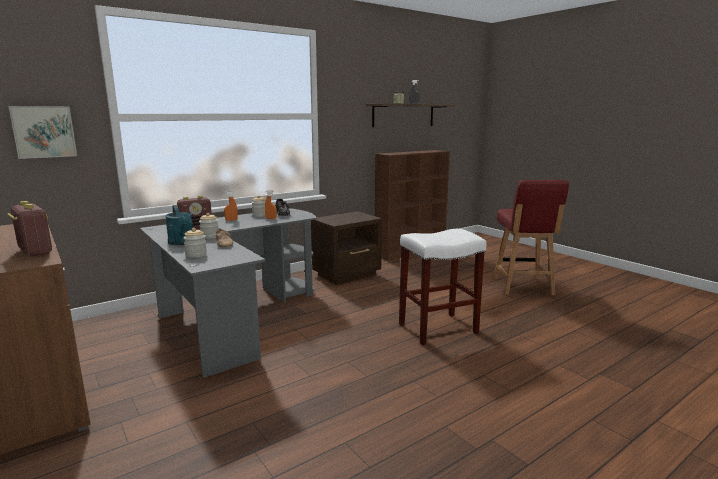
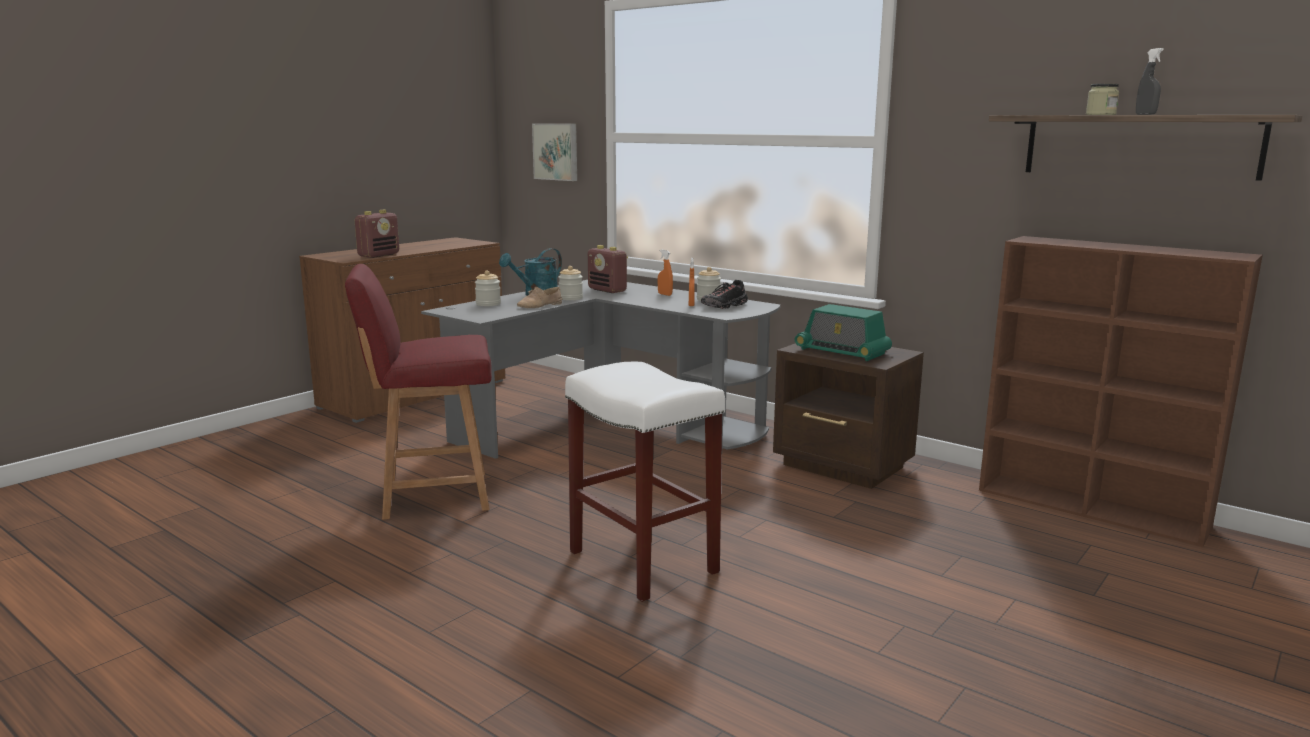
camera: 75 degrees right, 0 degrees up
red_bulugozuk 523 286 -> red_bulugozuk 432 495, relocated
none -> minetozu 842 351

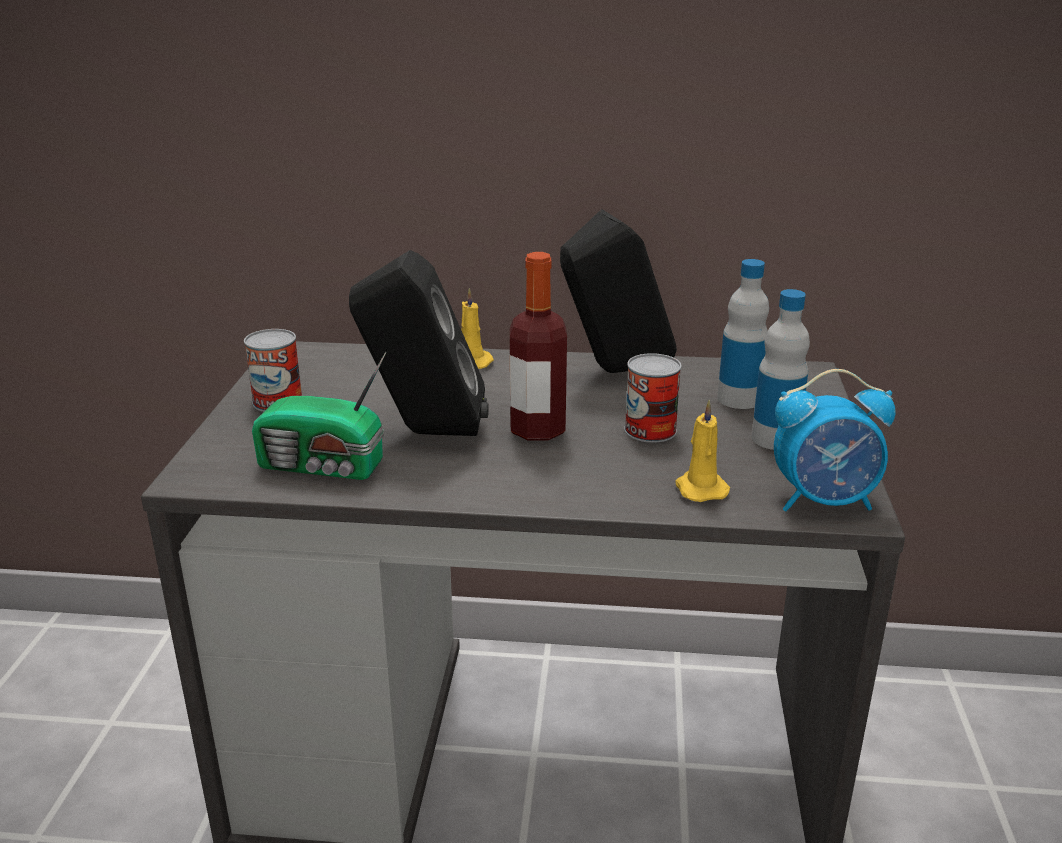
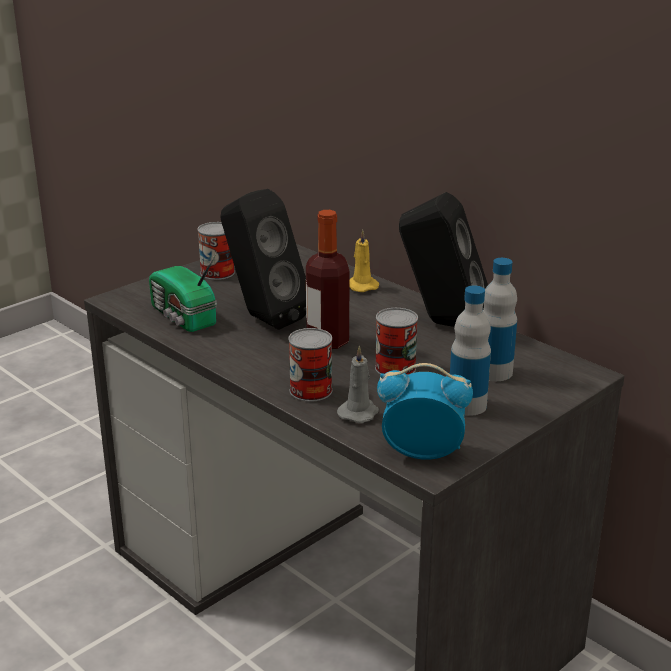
camera: 40 degrees right, 0 degrees up
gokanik 824 501 -> gokanik 422 453, 150 degrees clockwise
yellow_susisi 699 488 -> grey_susisi 359 412
none -> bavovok 311 390

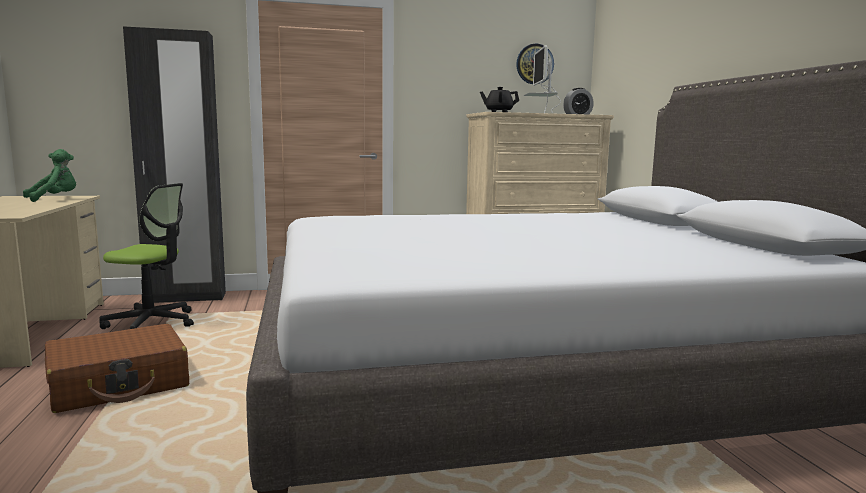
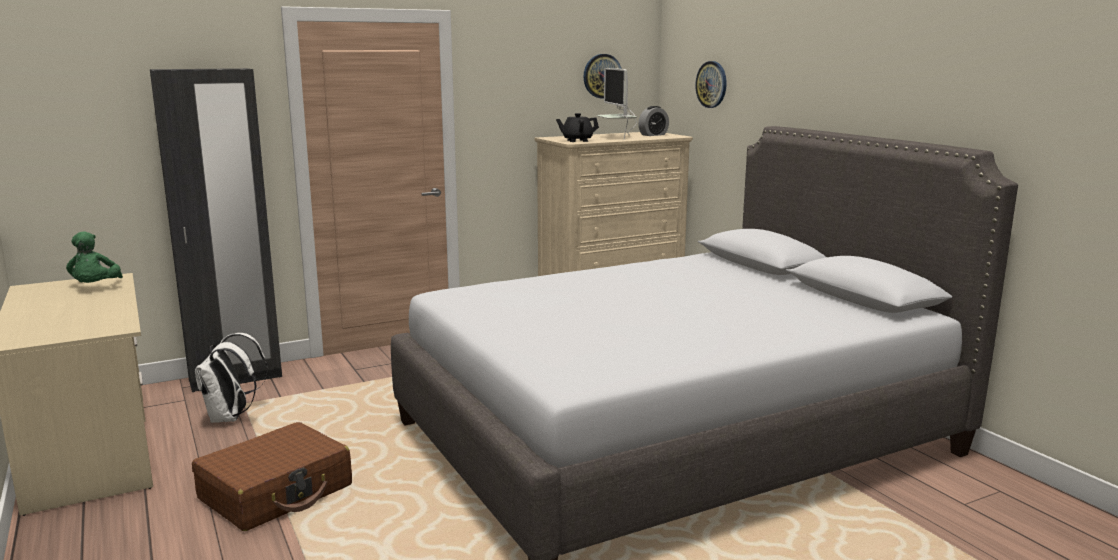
camera: 15 degrees left, 5 degrees up
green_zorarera 55 199 -> green_zorarera 95 287, 135 degrees clockwise
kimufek 151 323 -> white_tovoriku 231 417
none -> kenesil 712 84

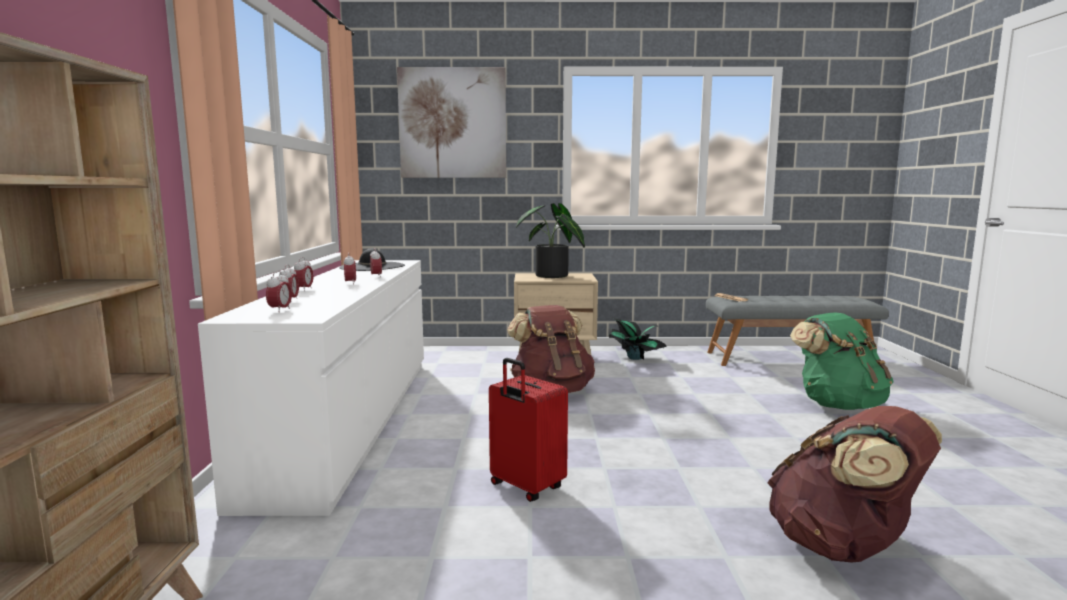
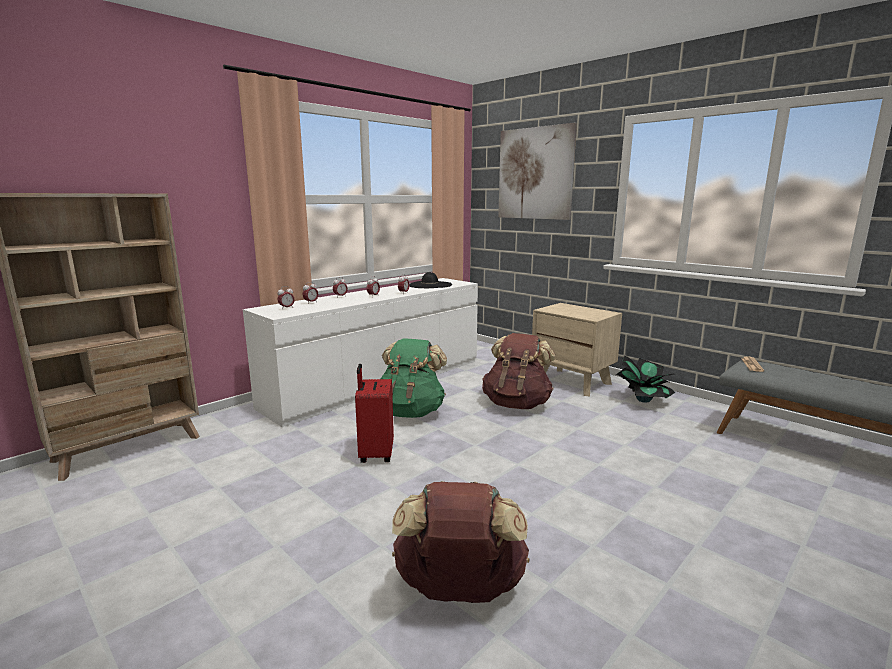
camera: 45 degrees right, 5 degrees up
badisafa 552 276 -> none
green_tovoriku 837 405 -> green_tovoriku 410 412, relocated

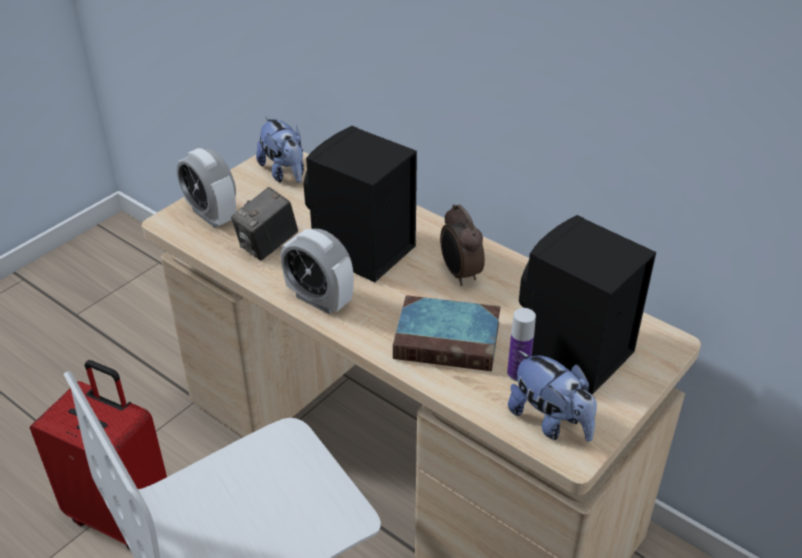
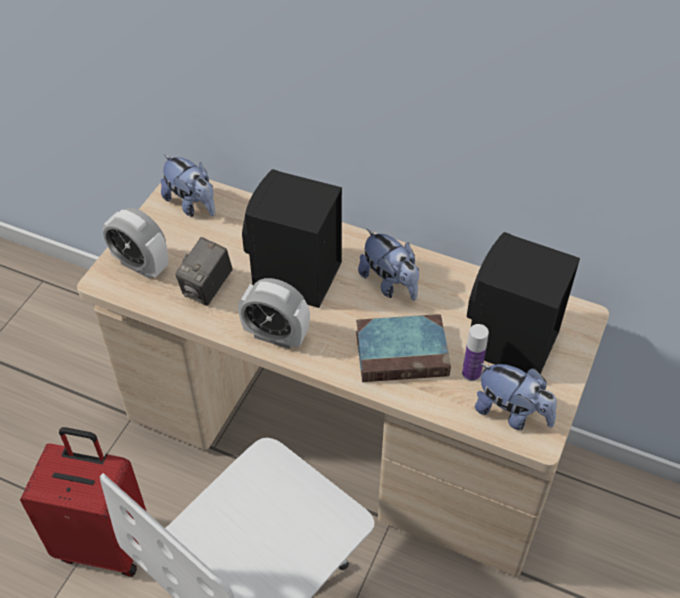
camera: 15 degrees left, 10 degrees up
gokanik 459 274 -> zorarera 390 284

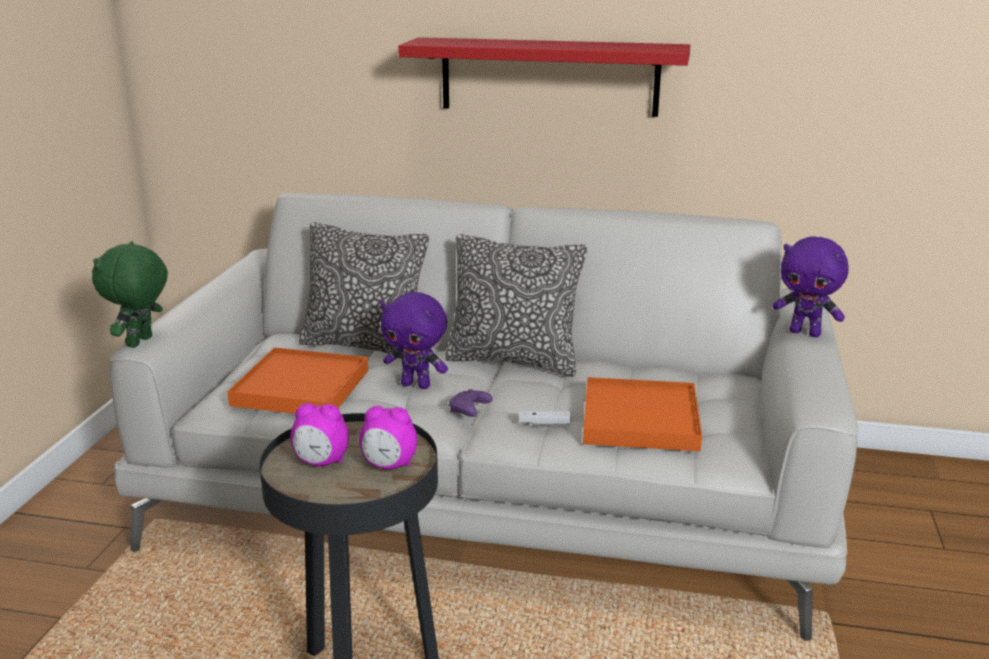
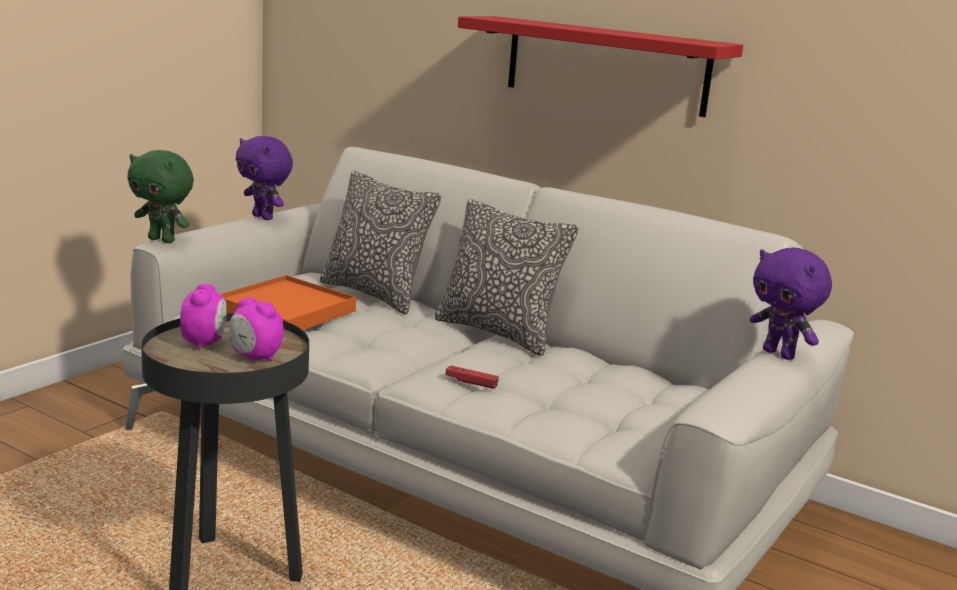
camera: 20 degrees right, 5 degrees down
green_zorarera 141 342 -> green_zorarera 163 240, 105 degrees counterclockwise
purple_zorarera 417 385 -> purple_zorarera 264 217, relocated
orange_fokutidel 640 420 -> none
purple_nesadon 469 411 -> none
gokanik 321 462 -> gokanik 204 343, 120 degrees counterclockwise
white_nesadon 544 423 -> red_nesadon 471 382

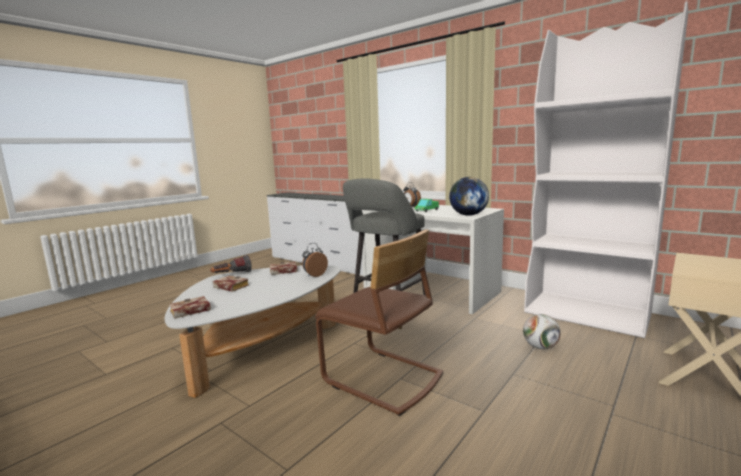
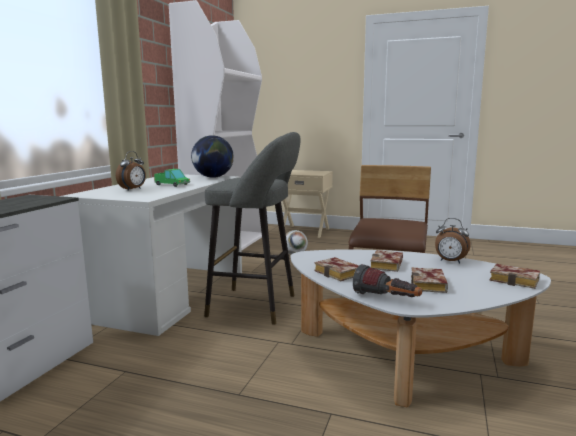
camera: 110 degrees left, 0 degrees up
gokanik 314 275 -> gokanik 450 261, relocated
none -> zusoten 387 265

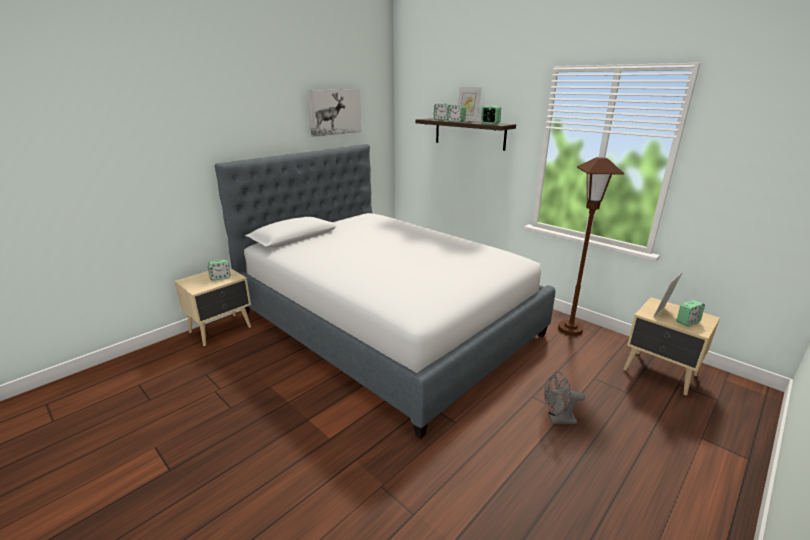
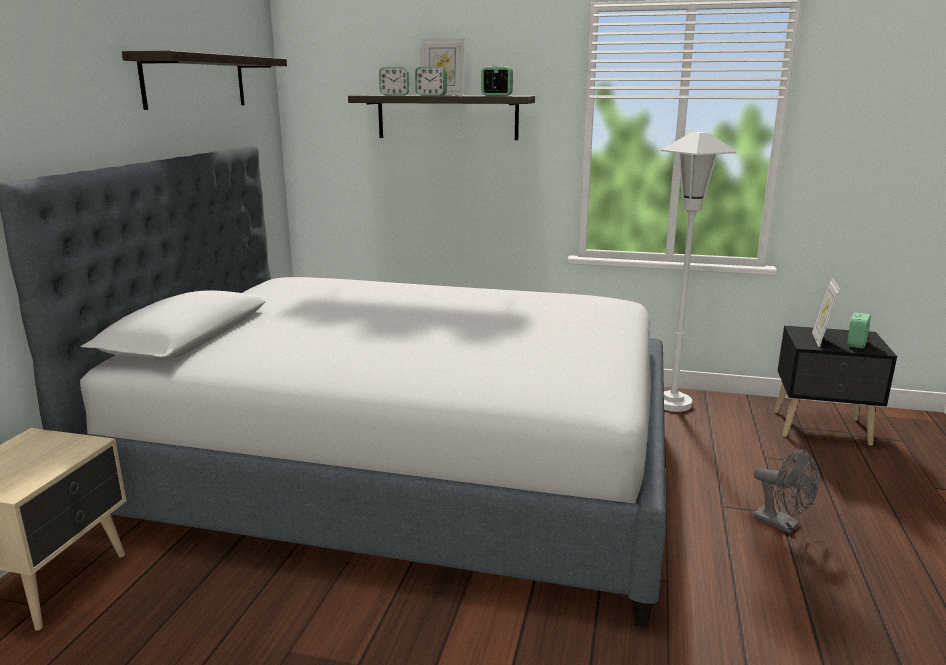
camera: 30 degrees left, 5 degrees down
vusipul 334 112 -> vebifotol 195 81
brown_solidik 570 329 -> white_solidik 673 404
gokanik 220 277 -> none
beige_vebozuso 660 373 -> black_vebozuso 823 429
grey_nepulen 557 419 -> grey_nepulen 782 524, 105 degrees counterclockwise

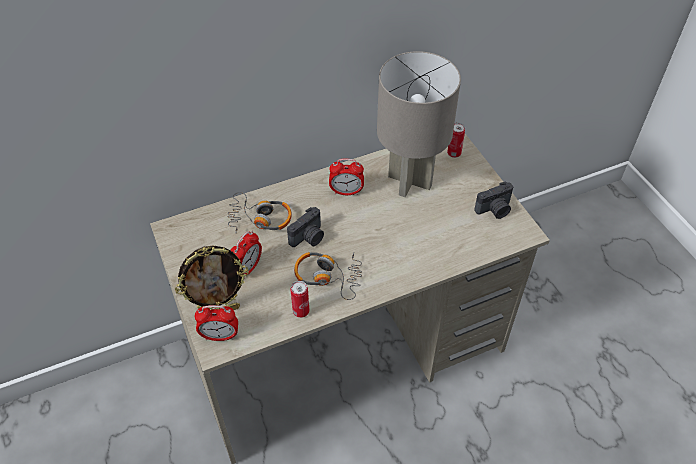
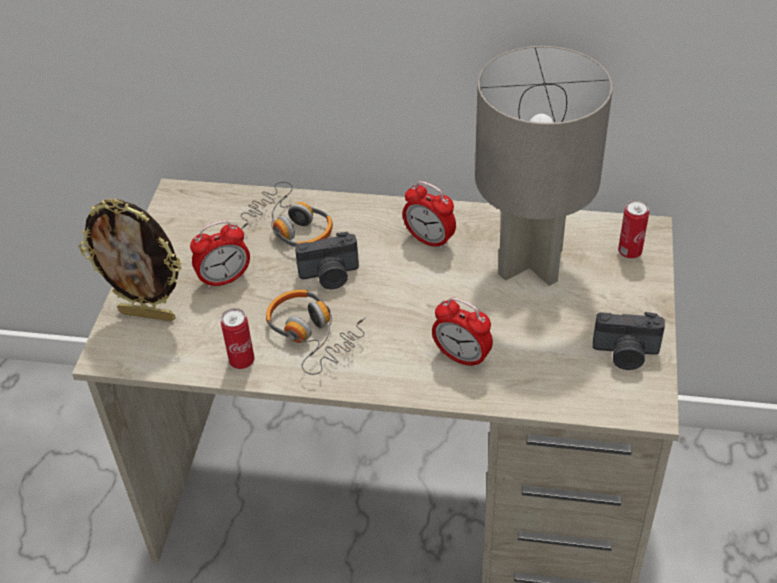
camera: 35 degrees right, 5 degrees down
gokanik 220 336 -> gokanik 461 357, relocated

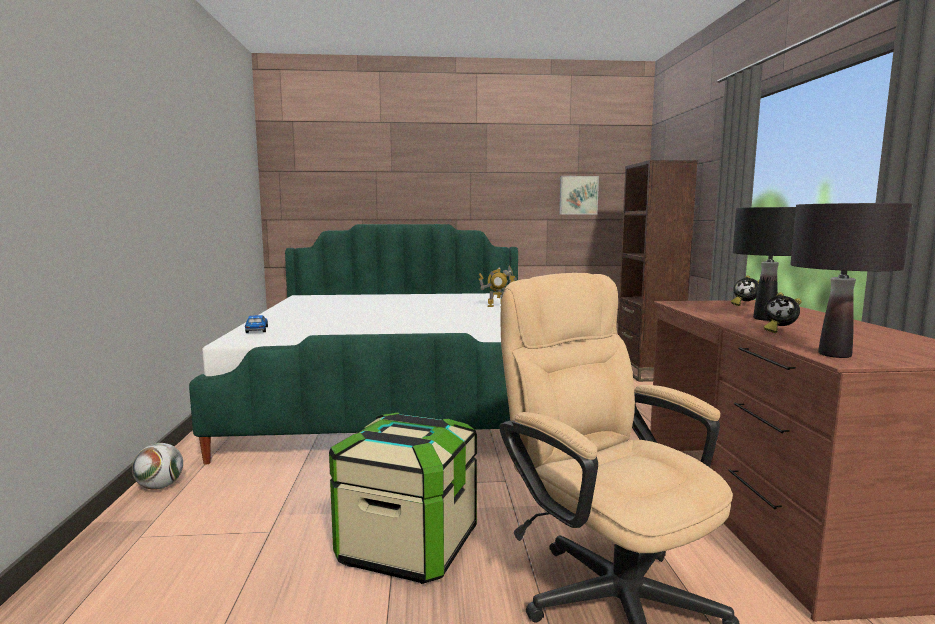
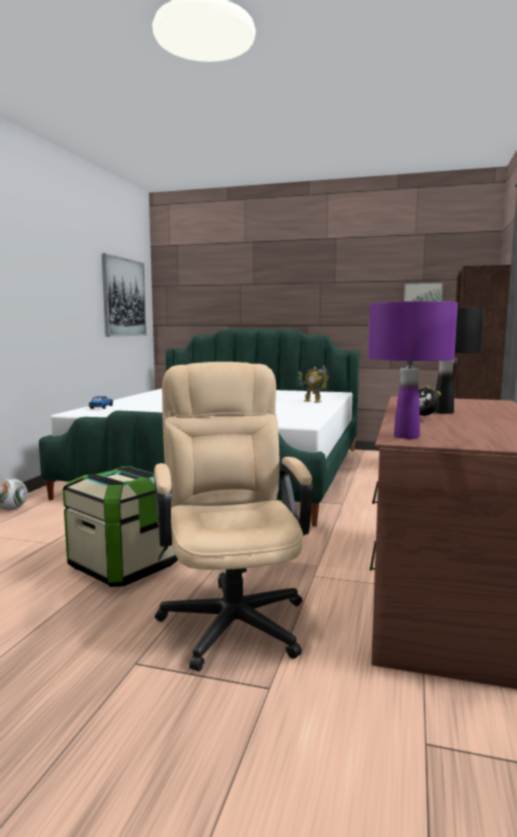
camera: 20 degrees right, 0 degrees up
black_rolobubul 834 355 -> purple_rolobubul 406 436
gokanik 744 305 -> none
none -> vusipul 124 297

